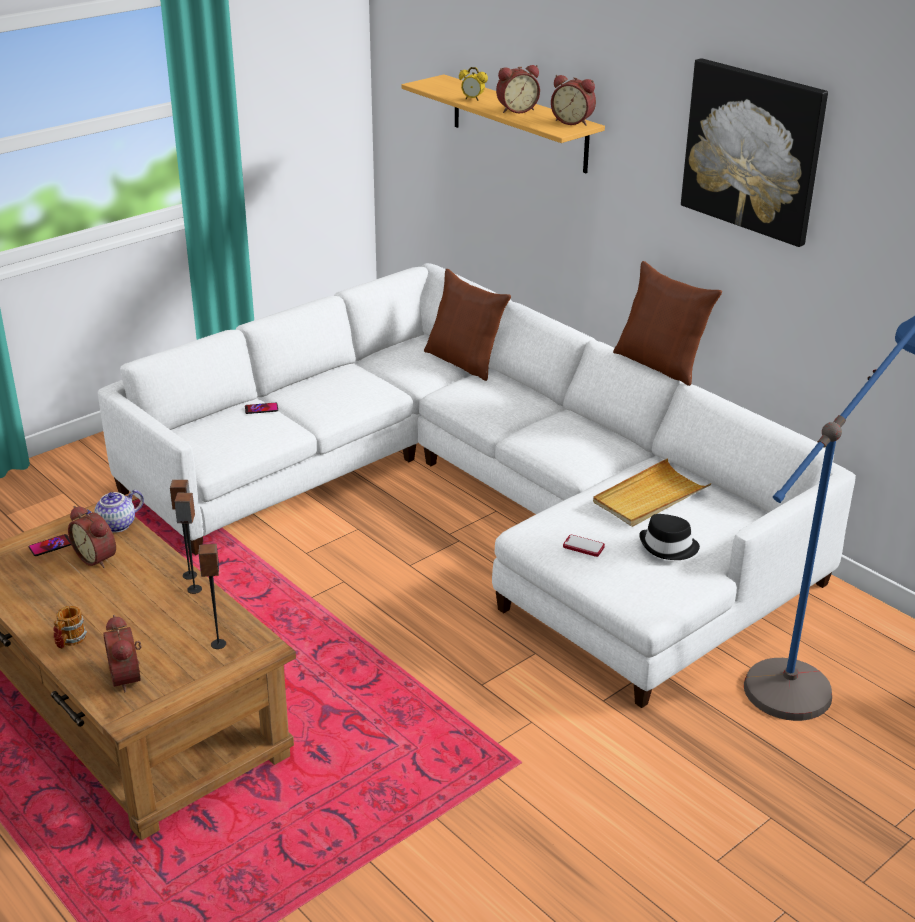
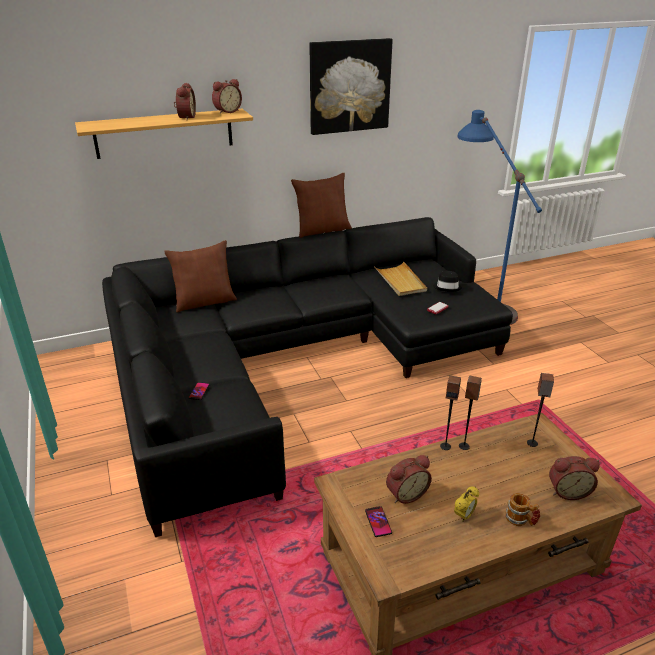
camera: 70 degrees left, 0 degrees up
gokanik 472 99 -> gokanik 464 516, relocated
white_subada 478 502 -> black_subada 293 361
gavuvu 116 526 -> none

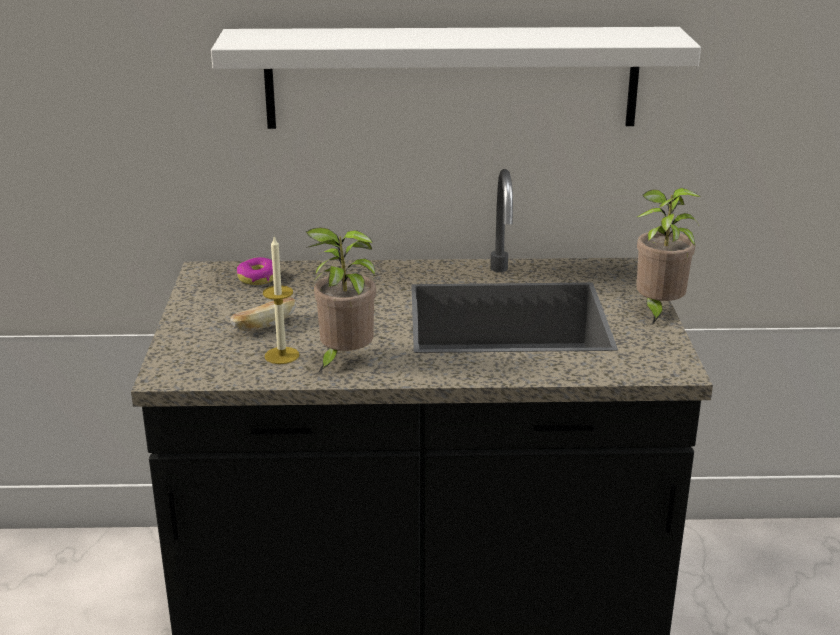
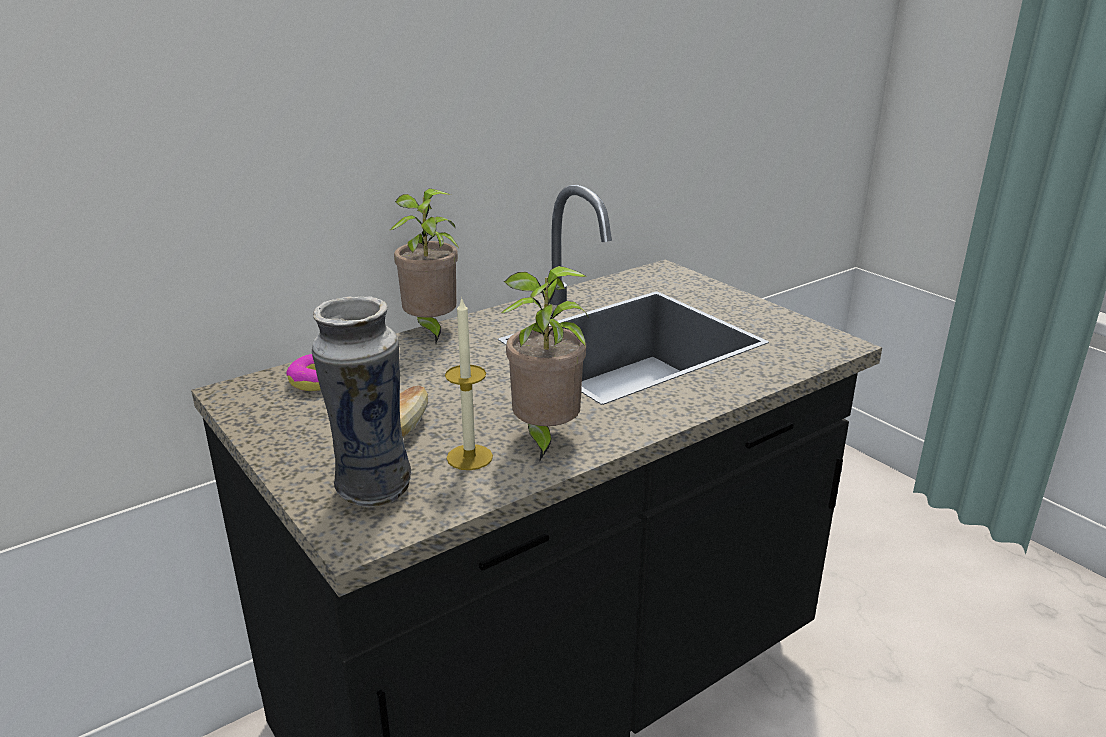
camera: 35 degrees left, 0 degrees up
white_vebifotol 451 78 -> none
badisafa 657 311 -> badisafa 430 330, relocated
none -> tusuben 372 488

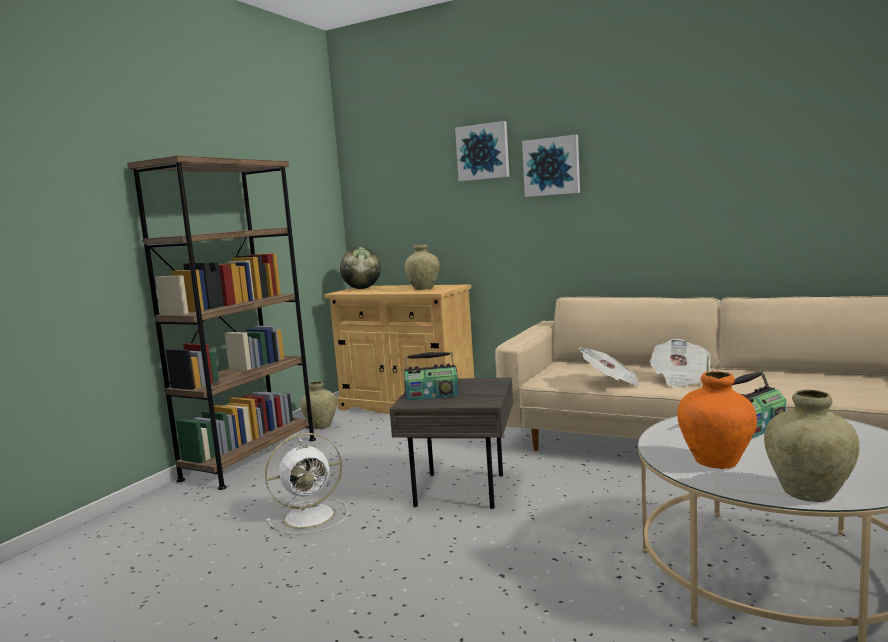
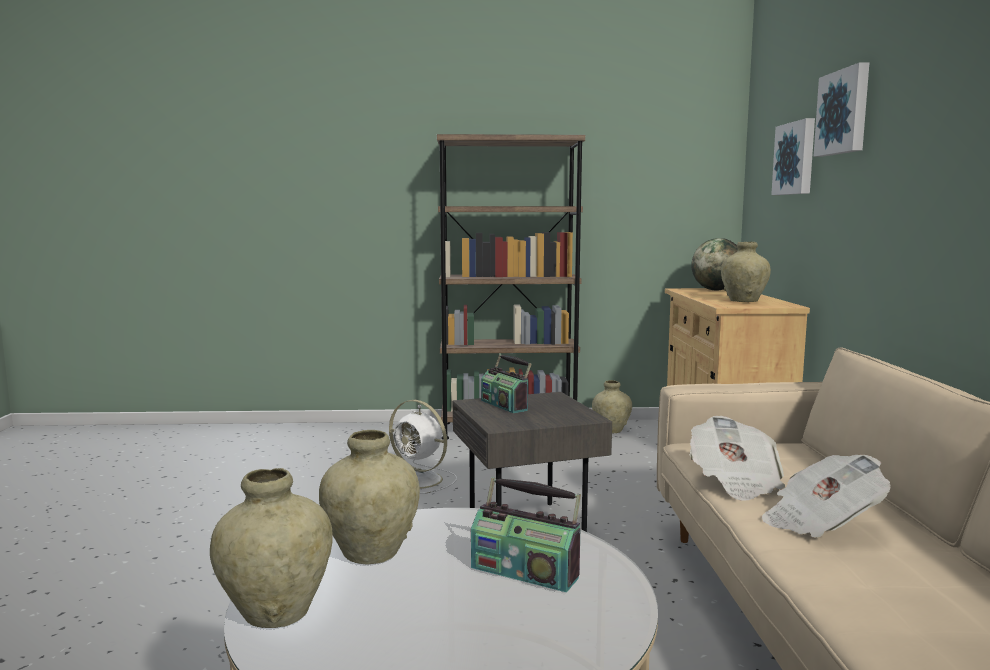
camera: 60 degrees right, 0 degrees up
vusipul 551 166 -> vusipul 796 158, relocated
orange_tusuben 716 462 -> beige_tusuben 371 553

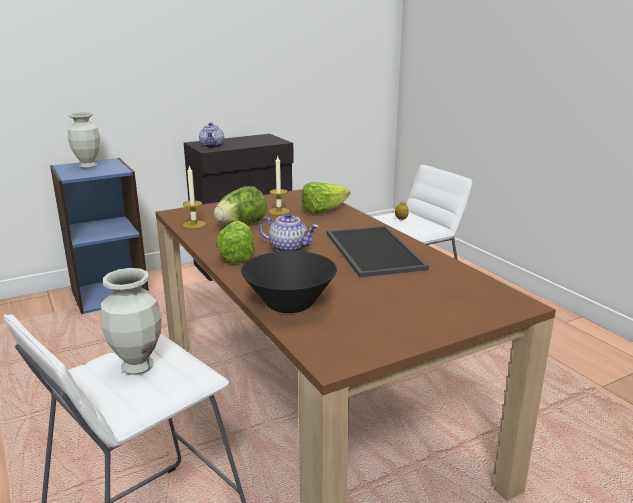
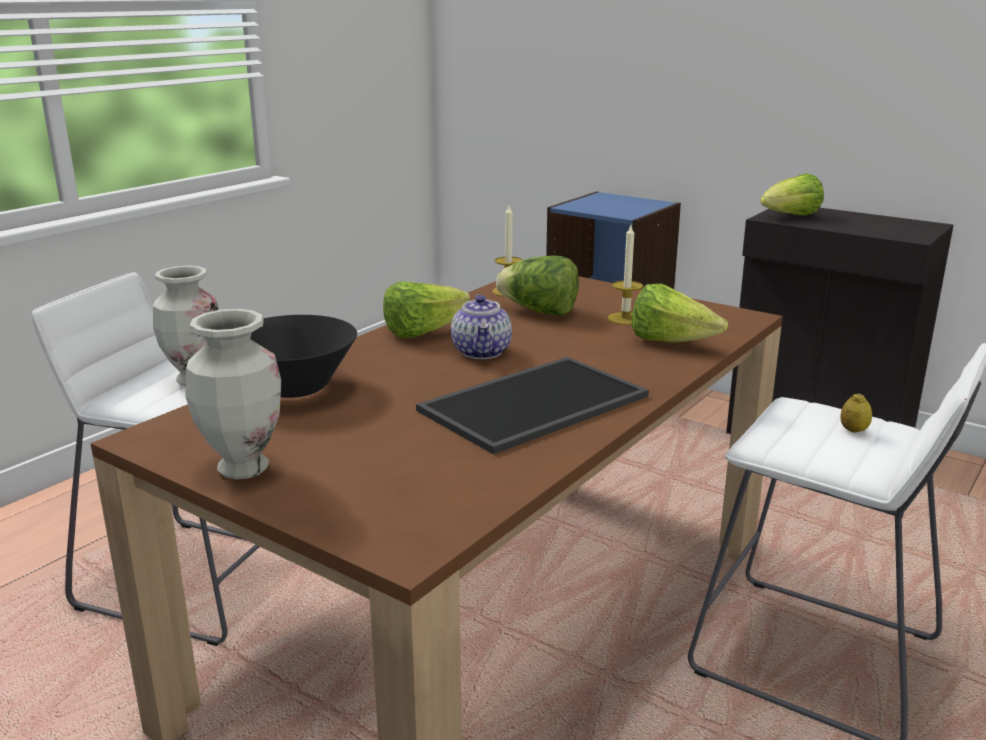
camera: 65 degrees right, 0 degrees up
tusuben 88 166 -> tusuben 242 468, relocated
gavuvu 212 146 -> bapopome 790 216

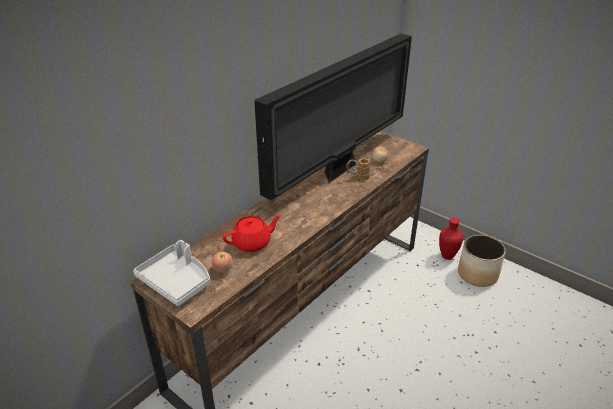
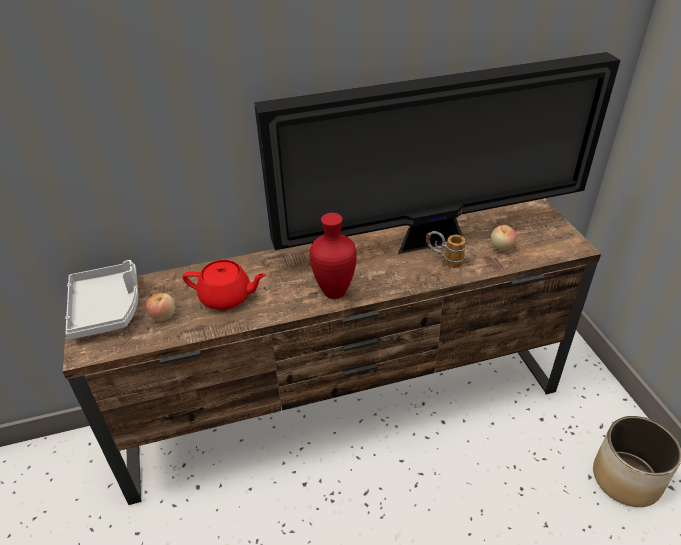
camera: 35 degrees right, 5 degrees up
red_tusuben 447 257 -> red_tusuben 333 293, relocated

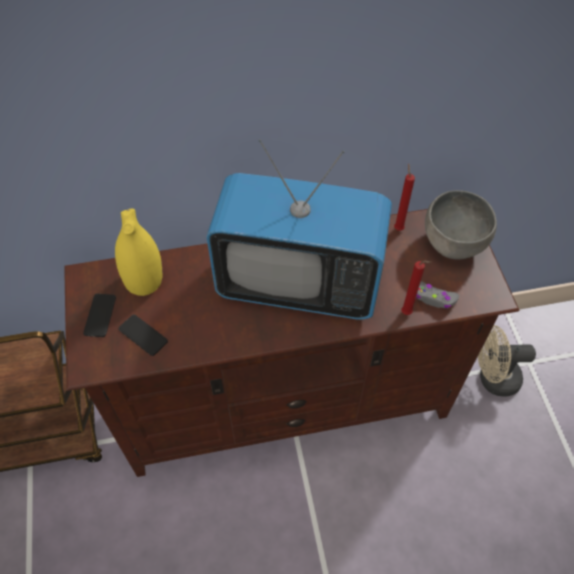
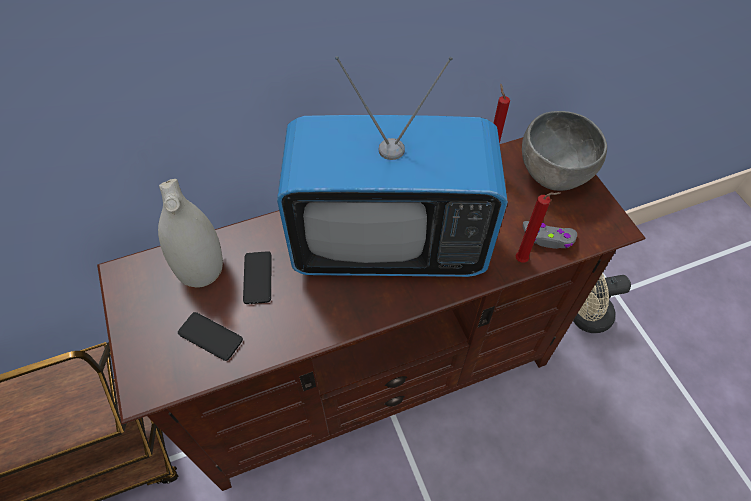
camera: 10 degrees left, 0 degrees up
yellow_tusuben 144 279 -> white_tusuben 201 267
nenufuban 100 315 -> nenufuban 257 277, relocated

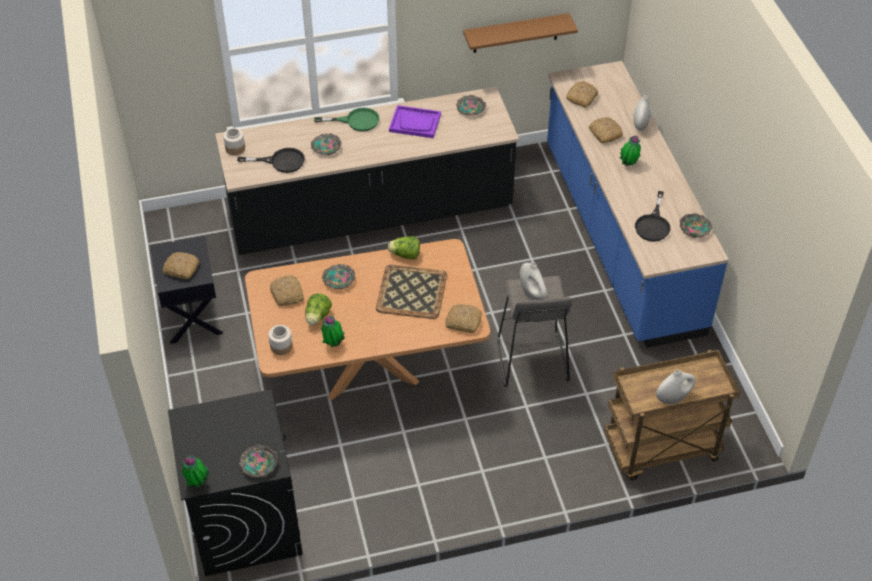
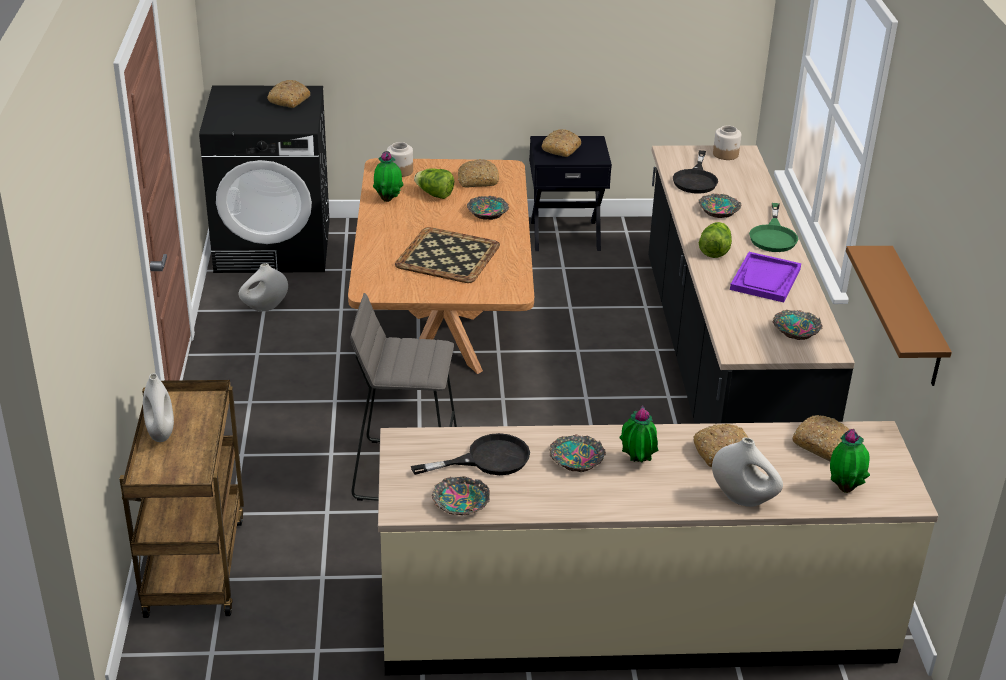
camera: 100 degrees right, 15 degrees down
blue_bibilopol 620 237 -> beige_bibilopol 634 618
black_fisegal 653 224 -> black_fisegal 487 459, 135 degrees clockwise
bapopome 405 255 -> bapopome 714 251, relocated
white_tusuben 532 294 -> white_tusuben 264 307, relocated
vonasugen 463 322 -> vonasugen 289 100, relocated
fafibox 258 464 -> fafibox 576 458, relocated
badisafa 197 483 -> badisafa 845 488, relocated

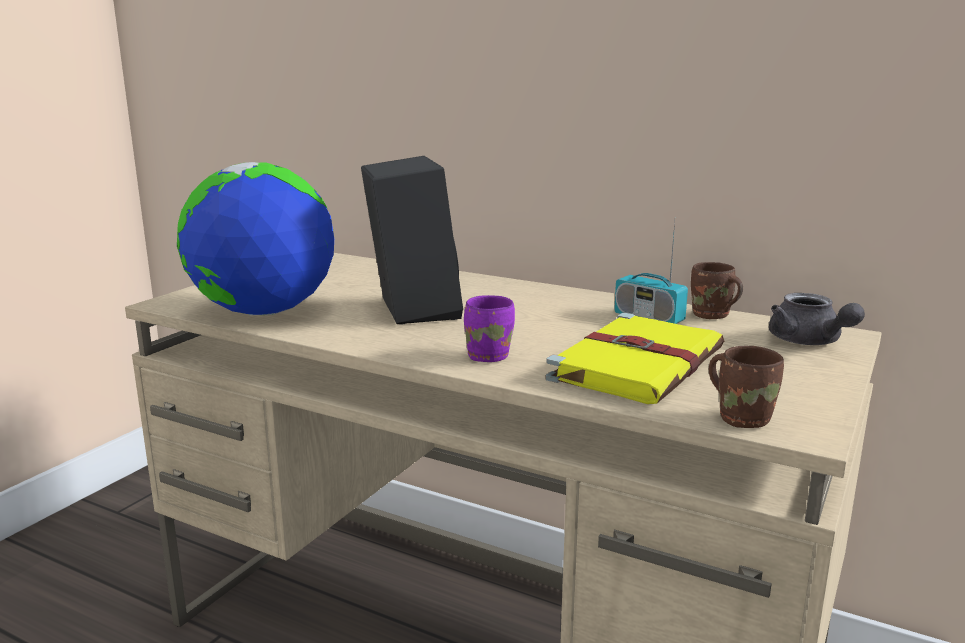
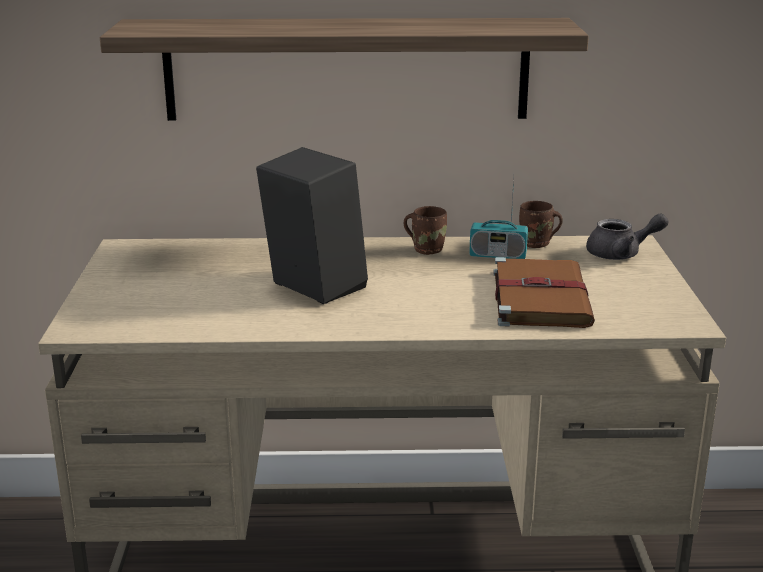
camera: 30 degrees left, 5 degrees up
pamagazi 264 312 -> none
grey_gavuvu 809 342 -> grey_gavuvu 621 254, 45 degrees counterclockwise
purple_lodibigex 488 355 -> none
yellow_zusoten 639 363 -> brown_zusoten 540 297
brown_lodibigex 743 417 -> brown_lodibigex 427 249, relocated
none -> vebifotol 346 69

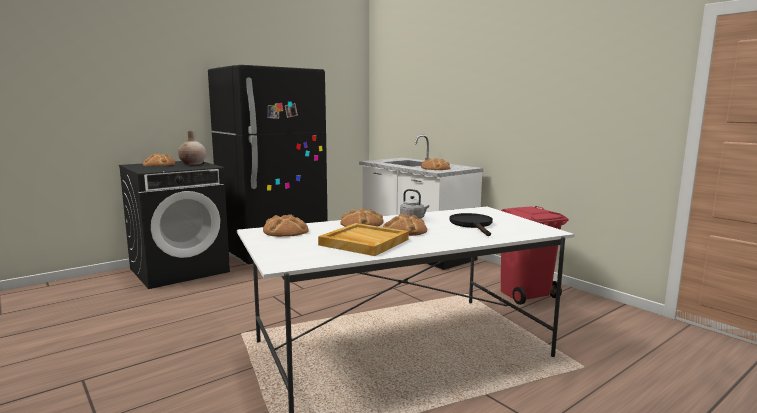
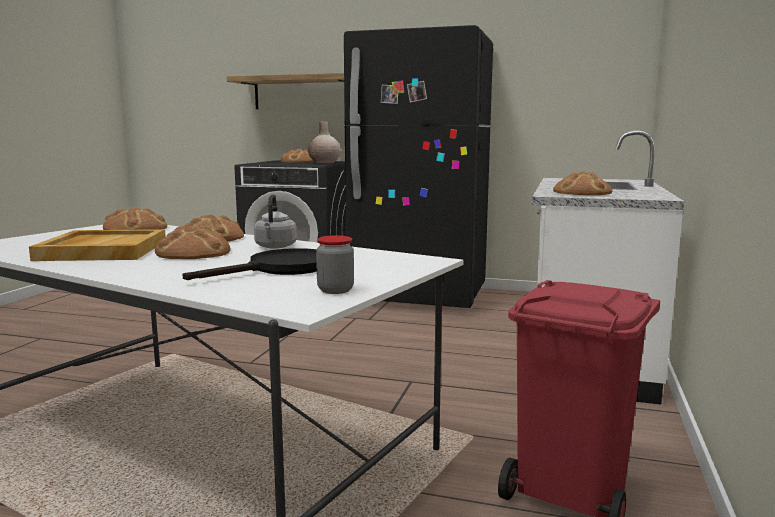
camera: 55 degrees right, 0 degrees up
none -> vebifotol 302 93
none -> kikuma 335 290

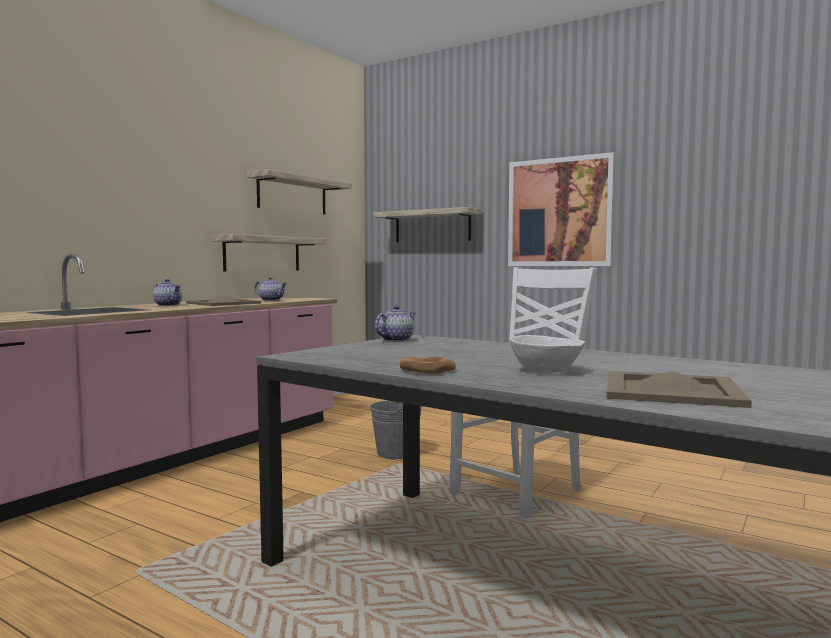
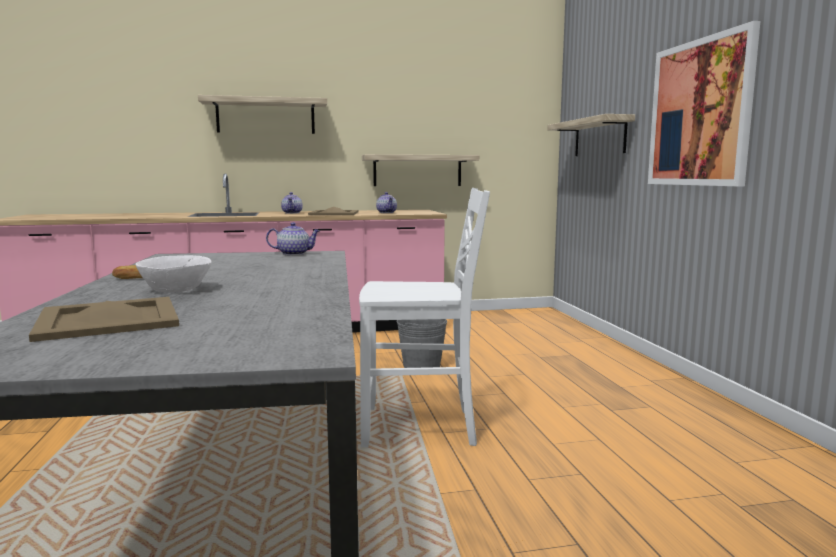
camera: 45 degrees right, 5 degrees up
vebifotol 292 195 -> vebifotol 265 116, relocated

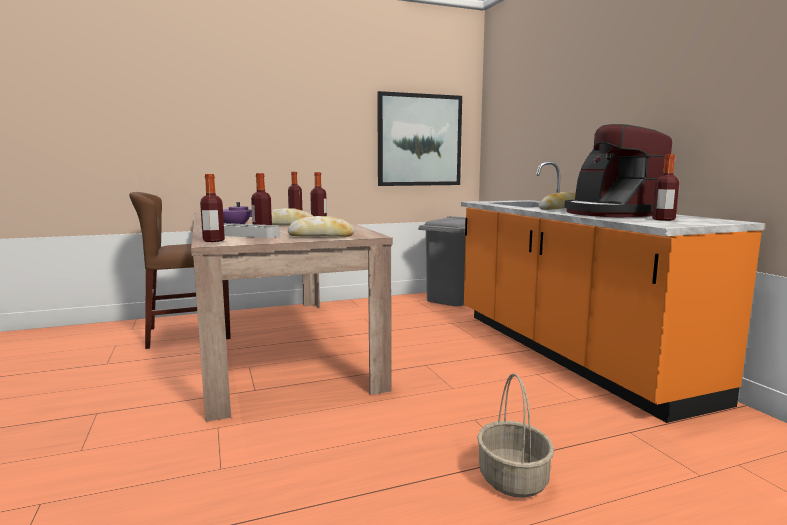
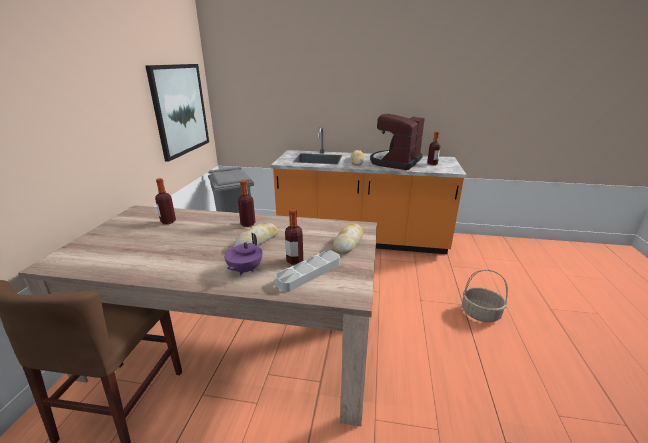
camera: 60 degrees left, 15 degrees up
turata 610 213 -> turata 395 162, 105 degrees clockwise
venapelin 213 240 -> none

